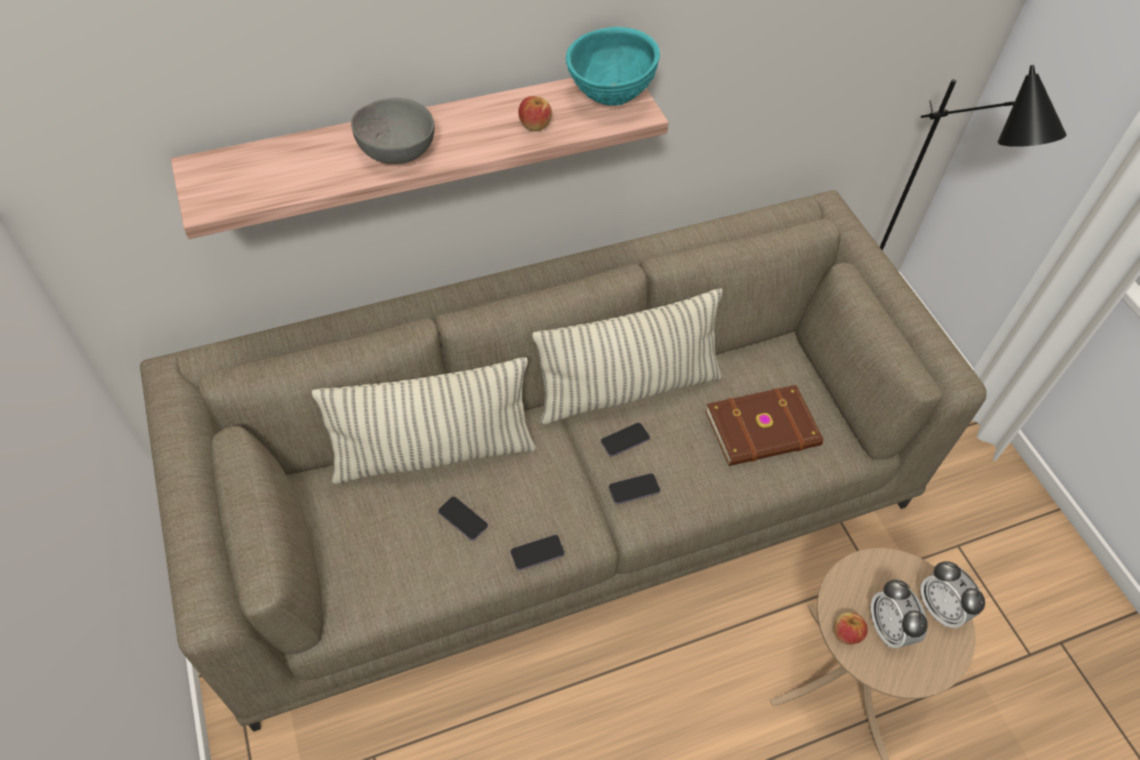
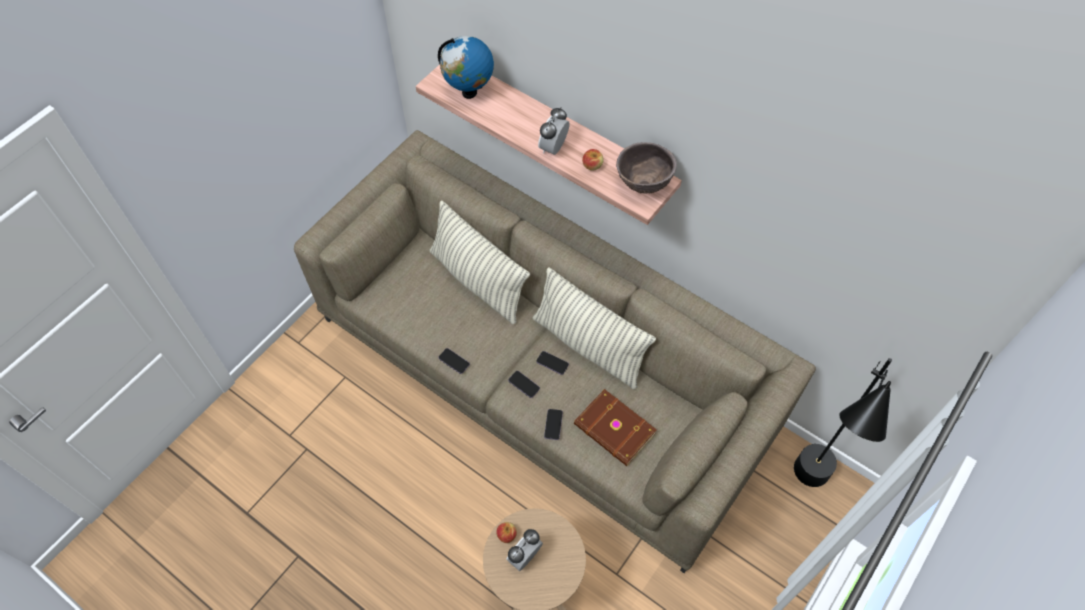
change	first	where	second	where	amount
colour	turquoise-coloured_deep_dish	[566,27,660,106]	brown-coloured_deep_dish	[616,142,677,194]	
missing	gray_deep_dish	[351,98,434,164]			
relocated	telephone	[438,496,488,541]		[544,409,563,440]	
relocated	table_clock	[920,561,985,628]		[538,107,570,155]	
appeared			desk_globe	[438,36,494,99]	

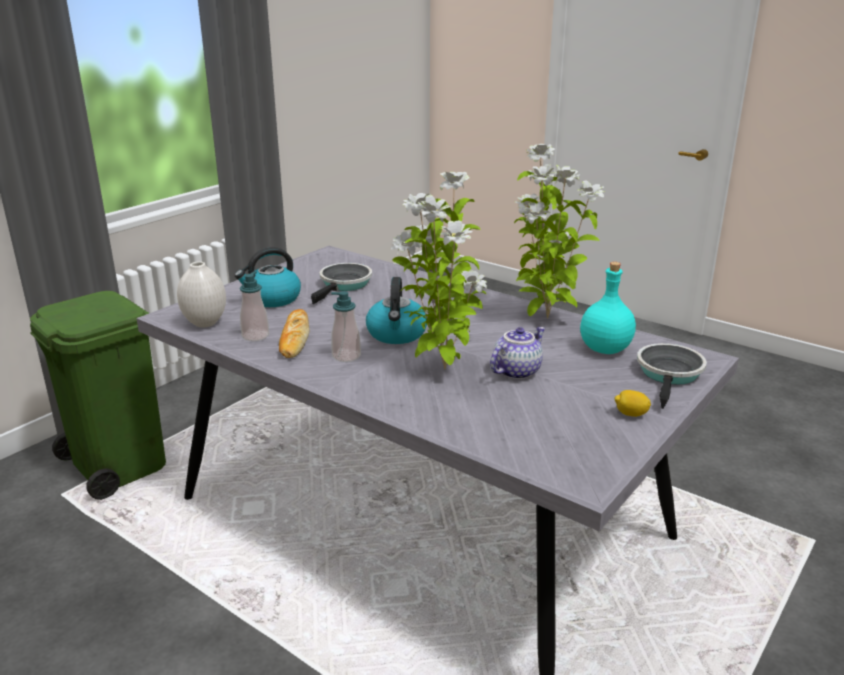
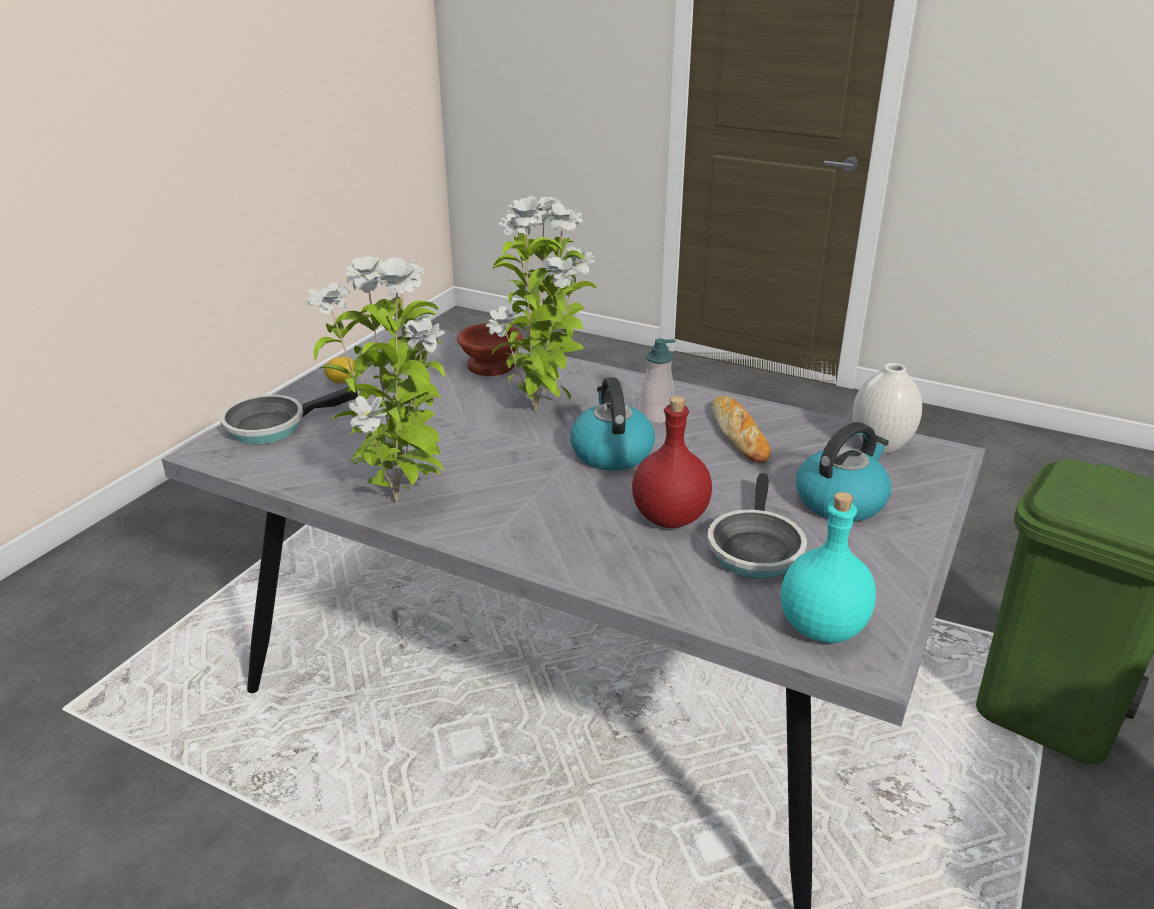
change	first	where	second	where	amount
relocated	turquoise-coloured_drink_bottle	[580,262,636,354]		[781,492,876,643]	
missing	soap_dispenser	[240,271,269,341]			
missing	pot_for_tea	[490,327,545,379]			
spun	pan	[637,343,707,409]		[220,387,358,444]	45 degrees clockwise
appeared			brown-coloured_deep_dish	[457,323,522,376]	
appeared			reddish_drink_bottle	[632,396,712,528]	

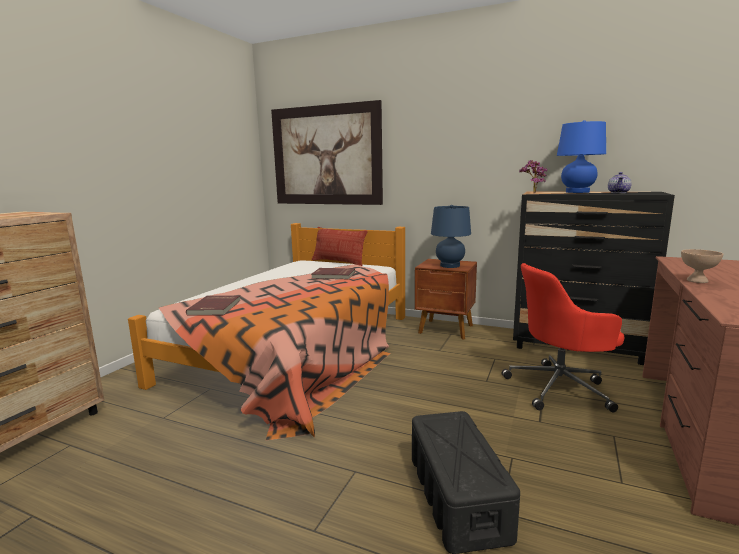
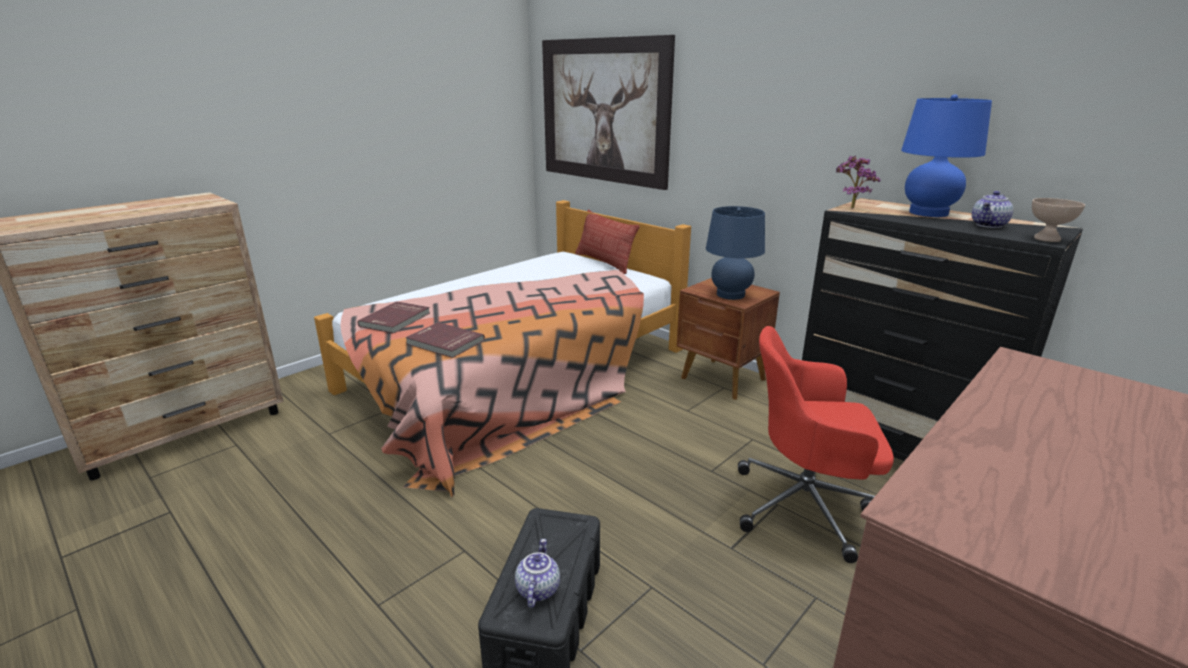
change	first	where	second	where	amount
relocated	sand-coloured_deep_dish	[681,249,723,283]		[1032,198,1085,242]	
relocated	reddish_volume	[311,268,355,279]		[405,322,485,358]	
appeared			pot_for_tea	[515,539,560,608]	

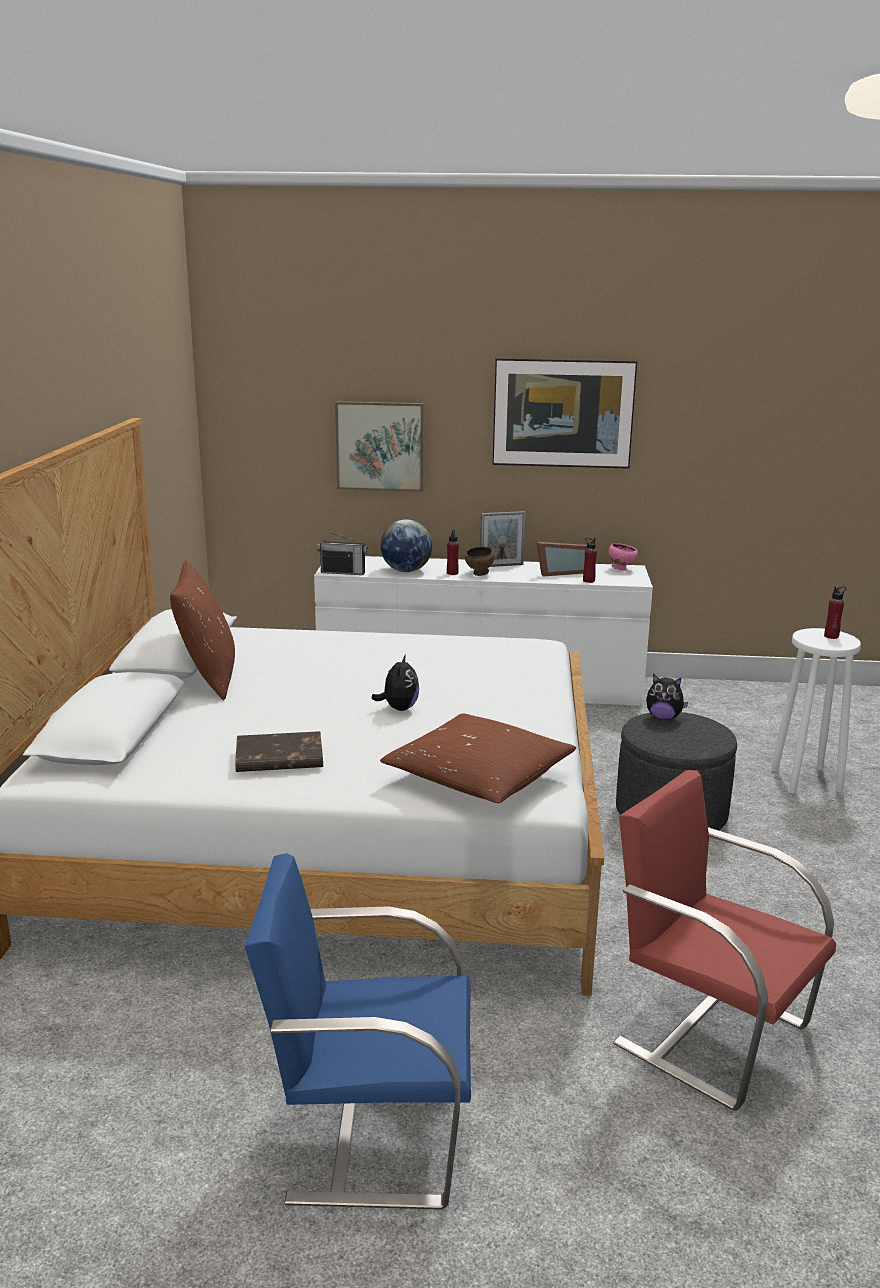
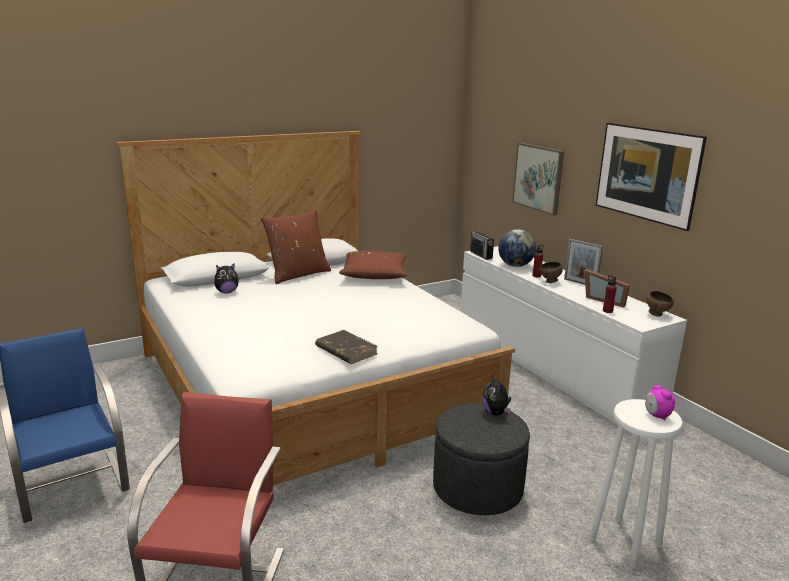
change	first	where	second	where	amount
colour	pink_deep_dish	[608,543,638,571]	brown-coloured_deep_dish	[646,291,674,317]	
exchanged	reddish_drink_bottle	[824,586,847,639]	table_clock	[645,385,675,421]	
relocated	cuddly_toy	[371,654,419,711]		[214,264,239,293]	
relocated	brown-coloured_cushion	[380,714,576,803]		[339,251,407,279]	
relocated	brown-coloured_volume	[235,731,323,772]		[315,330,378,364]	

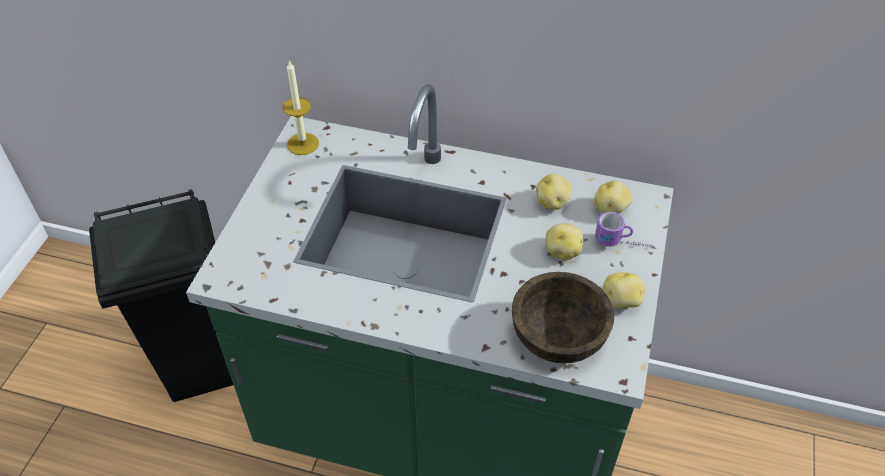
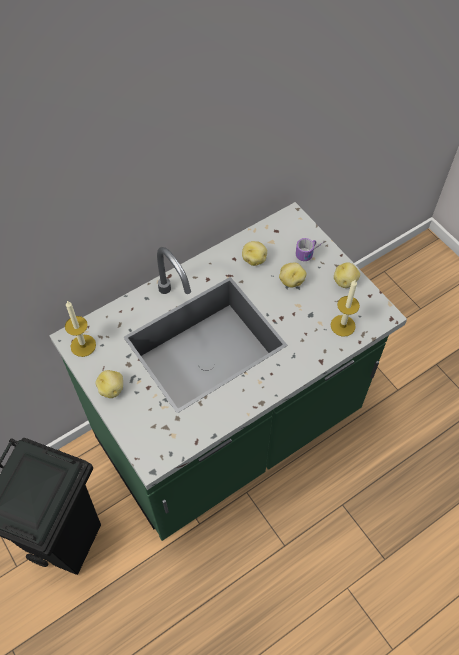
change	first	where	second	where	amount
relocated	whole_potato	[594,181,633,214]		[96,370,123,398]	
exchanged	brown-coloured_deep_dish	[512,272,614,363]	candle	[331,280,360,337]	

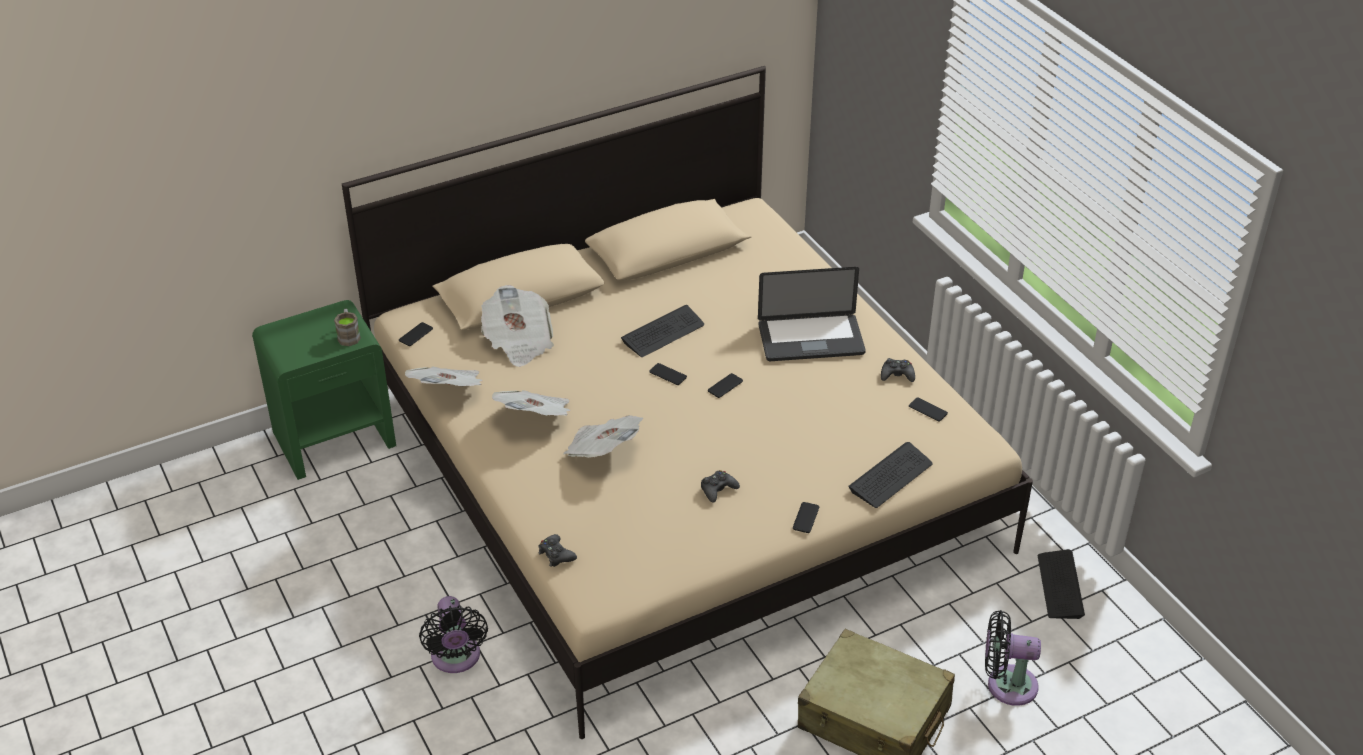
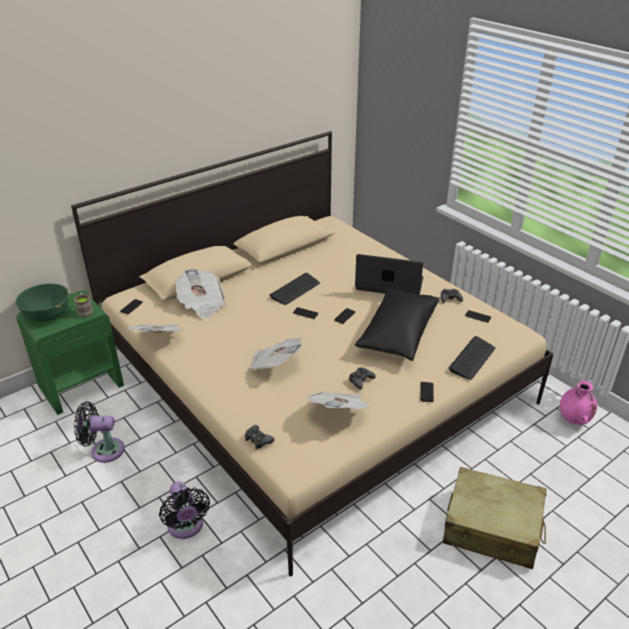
change	first	where	second	where	amount
spun	laptop	[758,267,866,361]		[355,254,423,295]	150 degrees counterclockwise
relocated	printed_paper	[492,390,571,416]		[308,391,369,410]	
exchanged	computer_keyboard	[1038,549,1085,619]	pink_decorative_vase	[560,380,597,425]	
relocated	black_fan	[985,610,1041,706]		[74,401,125,463]	
appeared			green-coloured_deep_dish	[15,283,69,322]	
appeared			black_cushion	[355,287,439,361]	

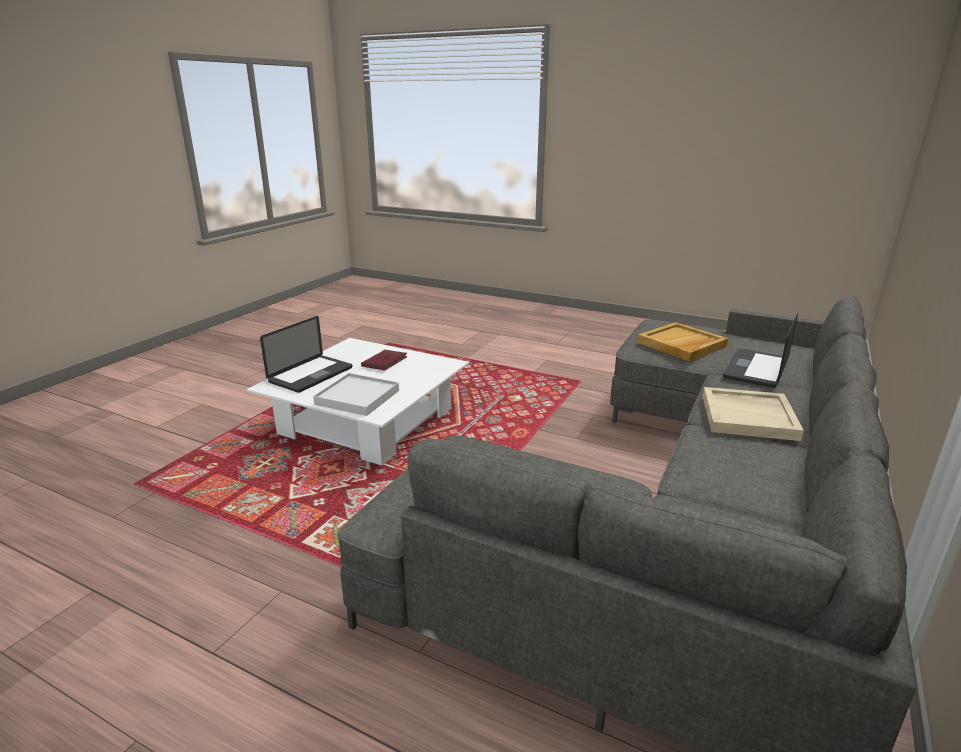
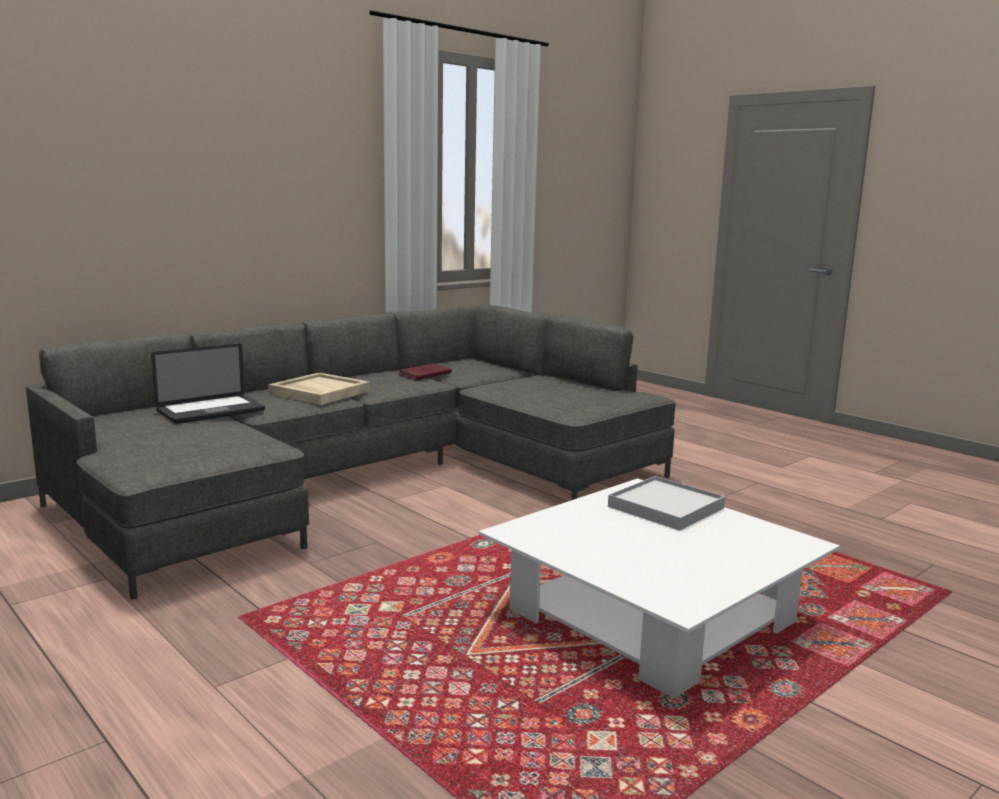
change	first	where	second	where	amount
missing	laptop	[260,316,352,393]			
missing	sand-coloured_carrying_tray	[637,322,728,361]			
relocated	reddish_volume	[361,350,408,370]		[398,363,452,380]	

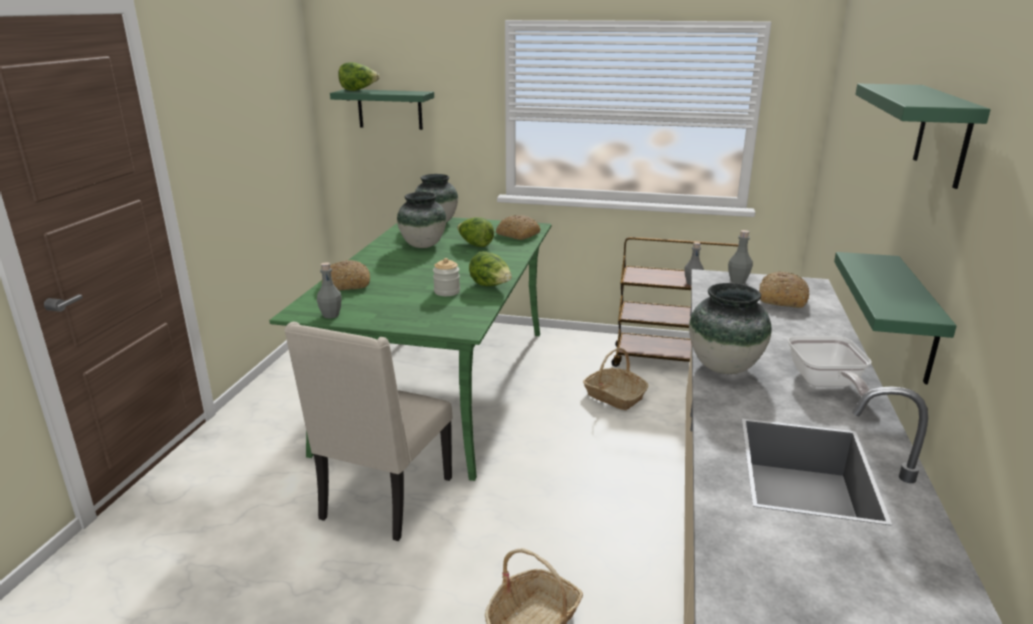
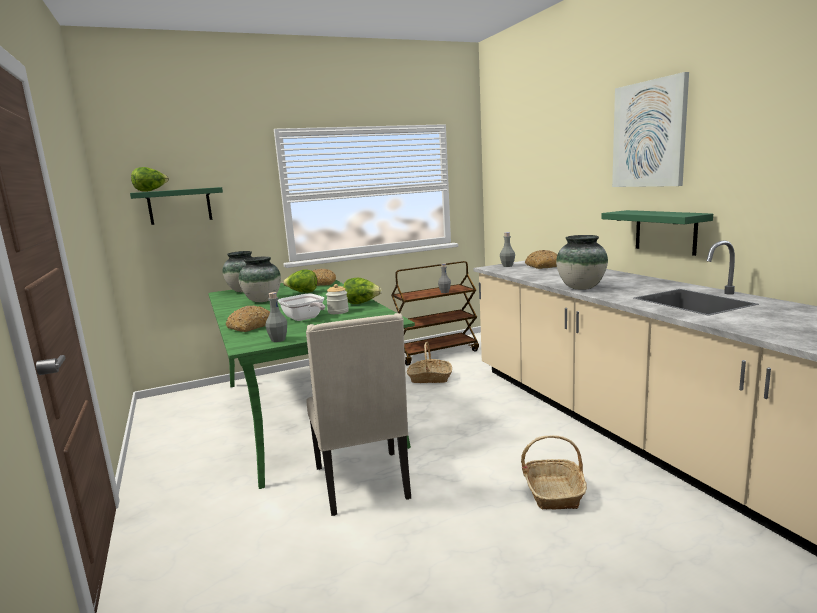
change	first	where	second	where	amount
exchanged	green-coloured_wall_shelf	[855,84,990,189]	wall_picture	[612,72,689,187]	
relocated	pan	[788,336,872,396]		[278,294,325,321]	

